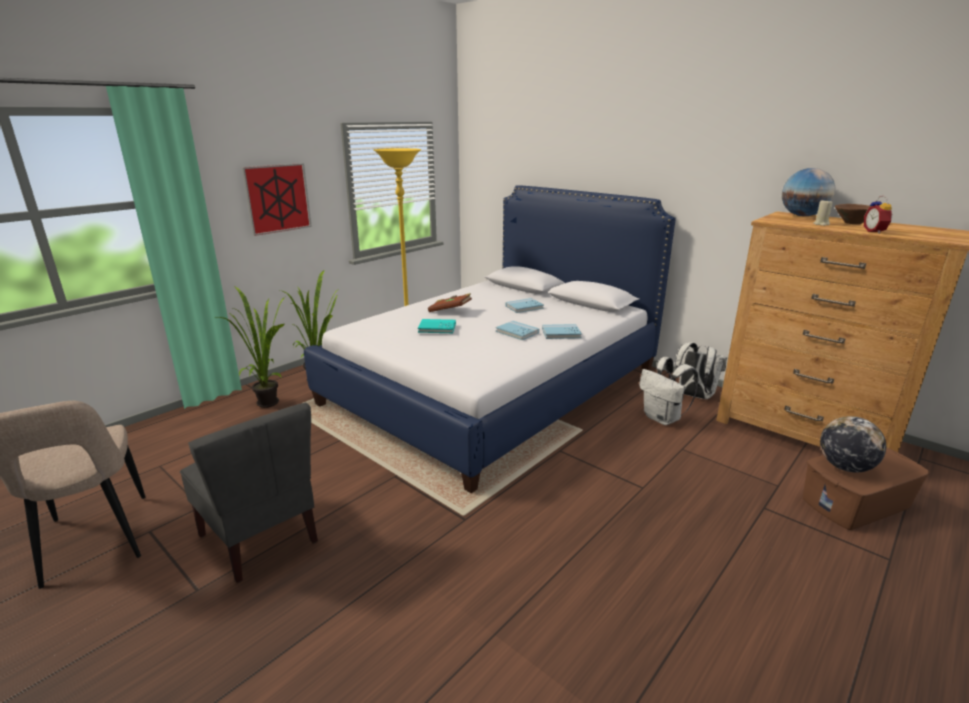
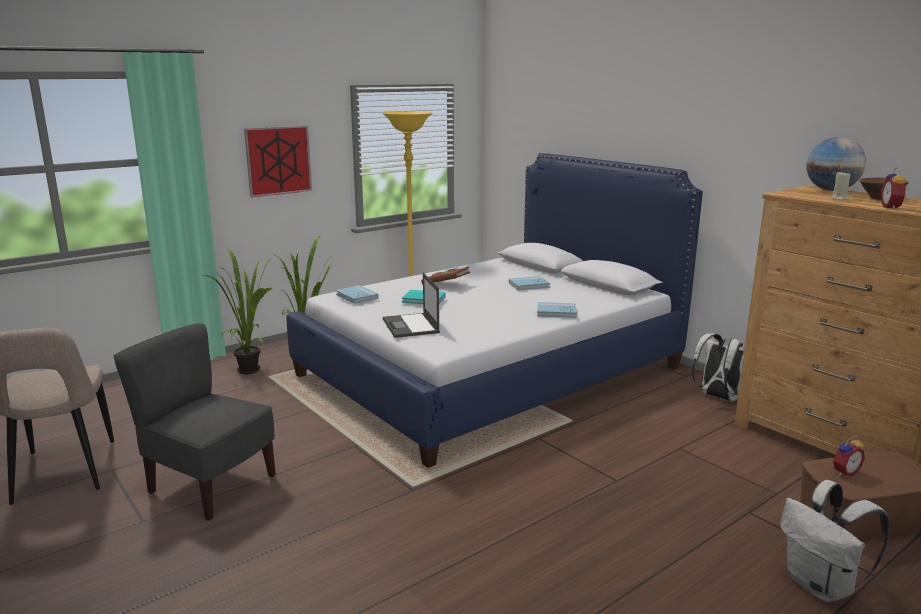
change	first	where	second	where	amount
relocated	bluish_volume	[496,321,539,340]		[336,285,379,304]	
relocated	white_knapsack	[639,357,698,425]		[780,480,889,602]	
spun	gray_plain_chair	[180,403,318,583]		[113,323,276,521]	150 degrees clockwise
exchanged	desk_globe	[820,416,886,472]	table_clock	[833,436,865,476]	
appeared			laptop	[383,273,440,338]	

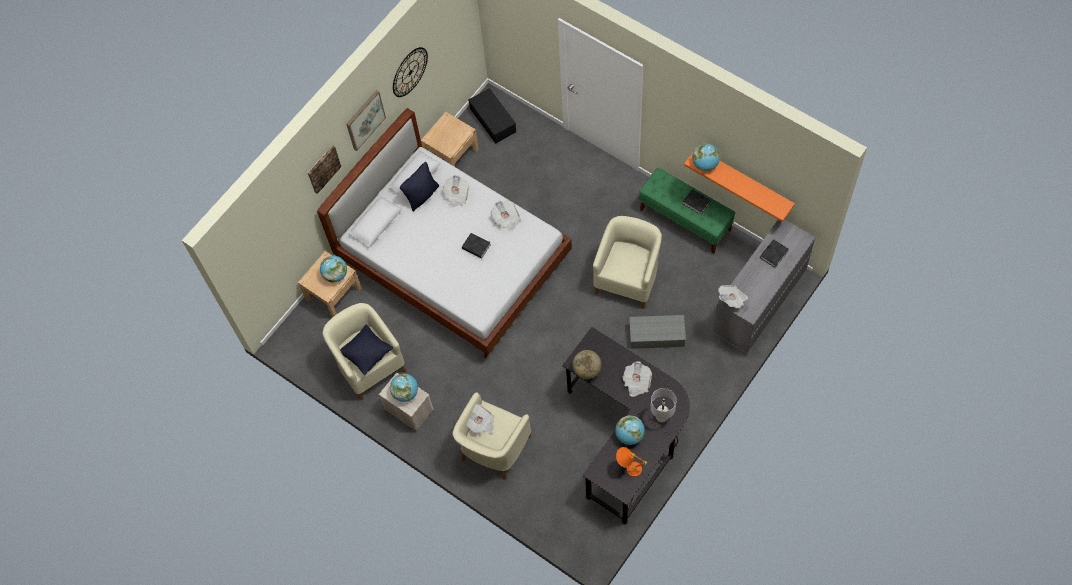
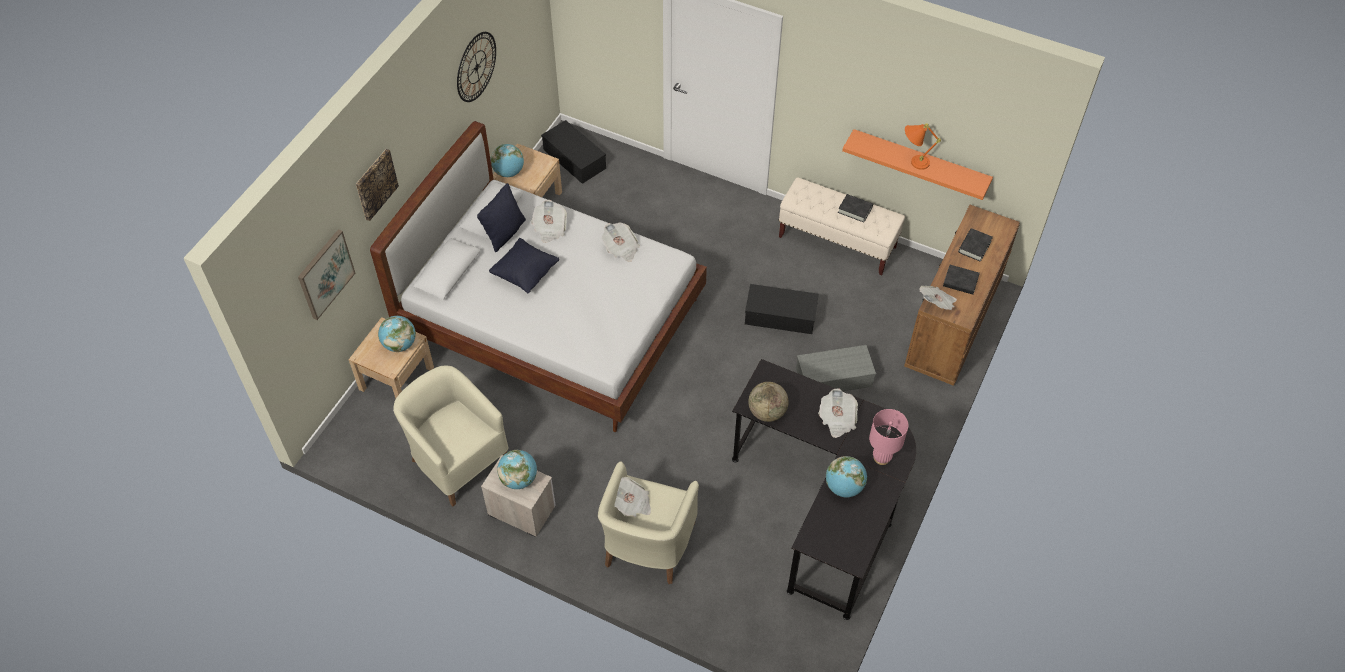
change	first	where	second	where	amount
relocated	wall_picture	[346,90,386,151]		[298,229,356,320]	
relocated	desk_globe	[692,143,720,171]		[490,144,524,178]	
colour	green-coloured_long_seat	[639,168,735,254]	sand-coloured_long_seat	[779,177,905,276]	
exchanged	sand-coloured_lounge_chair	[593,216,662,309]	black_storage_container	[745,284,819,334]	
colour	gray_drawer_chest	[712,219,815,354]	brown-coloured_drawer_chest	[904,205,1020,386]	
relocated	black_volume	[462,233,491,258]		[943,265,980,295]	
relocated	black_cushion	[340,325,393,375]		[489,238,559,293]	
colour	white_table_lamp	[650,388,677,423]	pink_table_lamp	[869,409,908,465]	
relocated	orangey_table_lamp	[616,447,647,477]		[905,123,941,170]	

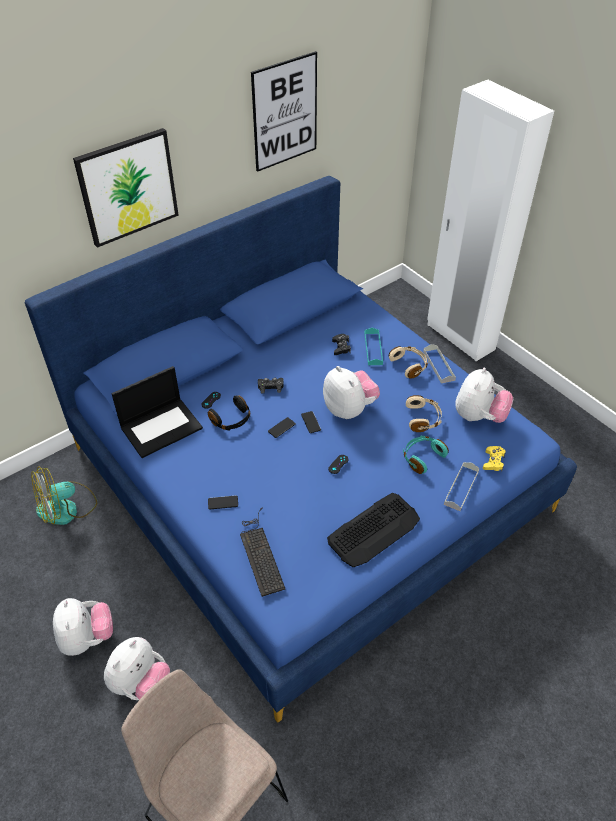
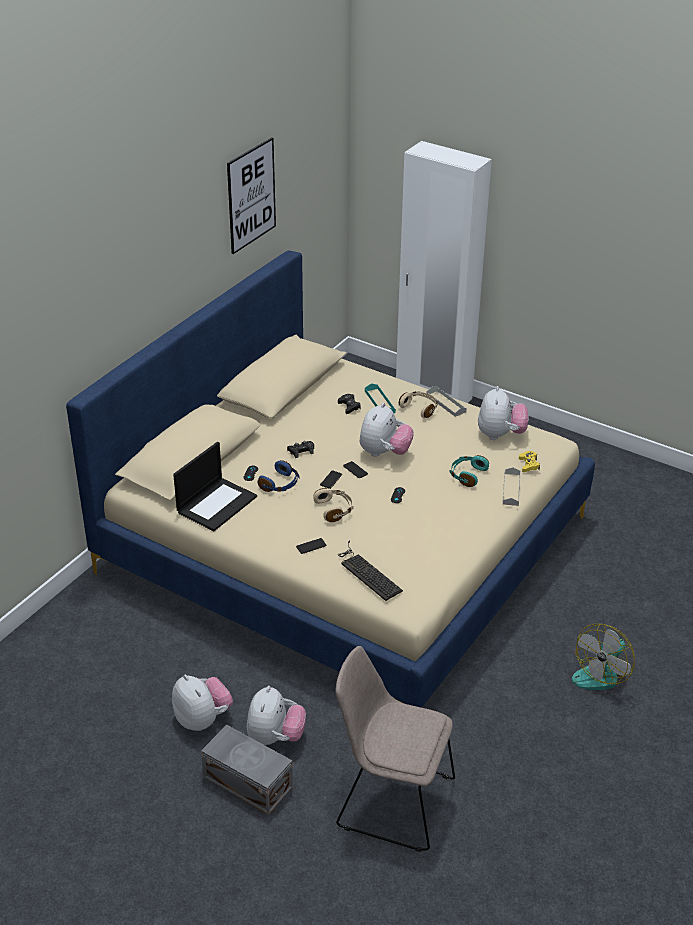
change	first	where	second	where	amount
missing	wall_picture	[73,128,179,248]			
colour	bluish_bed	[25,176,577,722]	sand-coloured_bed	[66,251,595,708]	
spun	cuddly_toy	[323,366,380,419]		[360,403,414,457]	75 degrees clockwise
colour	black_headphones	[208,395,250,430]	bluish_headphones	[258,460,300,492]	
relocated	sand-coloured_headphones	[406,395,442,432]		[313,488,354,522]	
relocated	fan	[31,466,97,525]		[572,624,635,690]	
missing	computer_keyboard	[327,493,420,567]			
appeared			gray_storage_container	[201,725,293,815]	

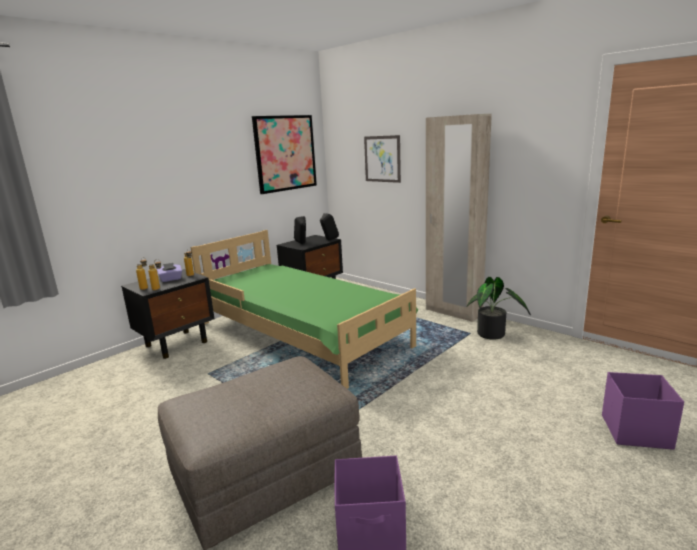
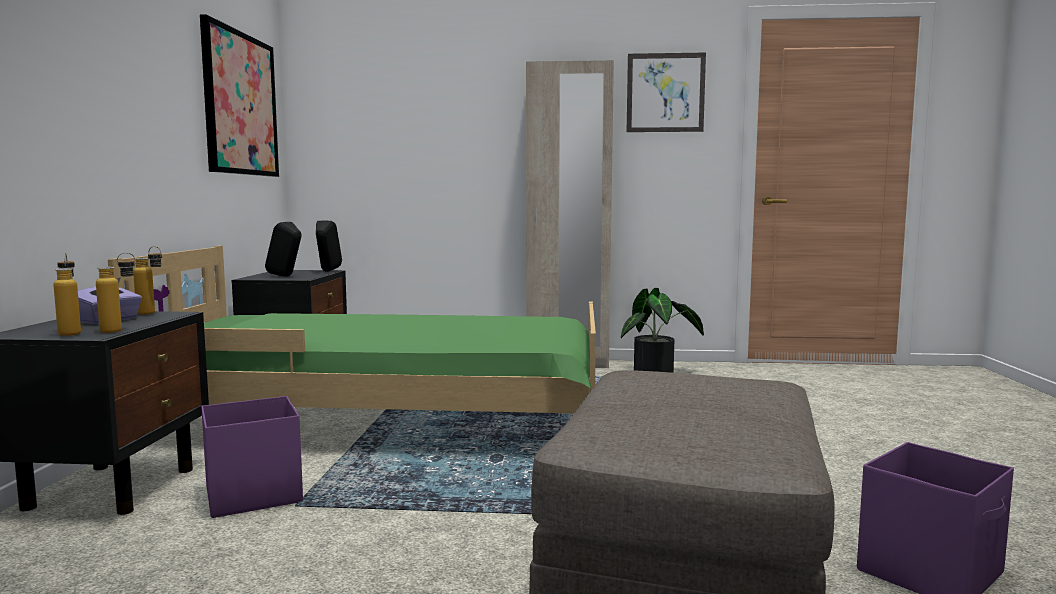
change	first	where	second	where	amount
relocated	wall_picture	[364,135,401,183]		[627,53,706,132]	
relocated	purplish_storage_container	[602,372,684,450]		[201,396,303,518]	

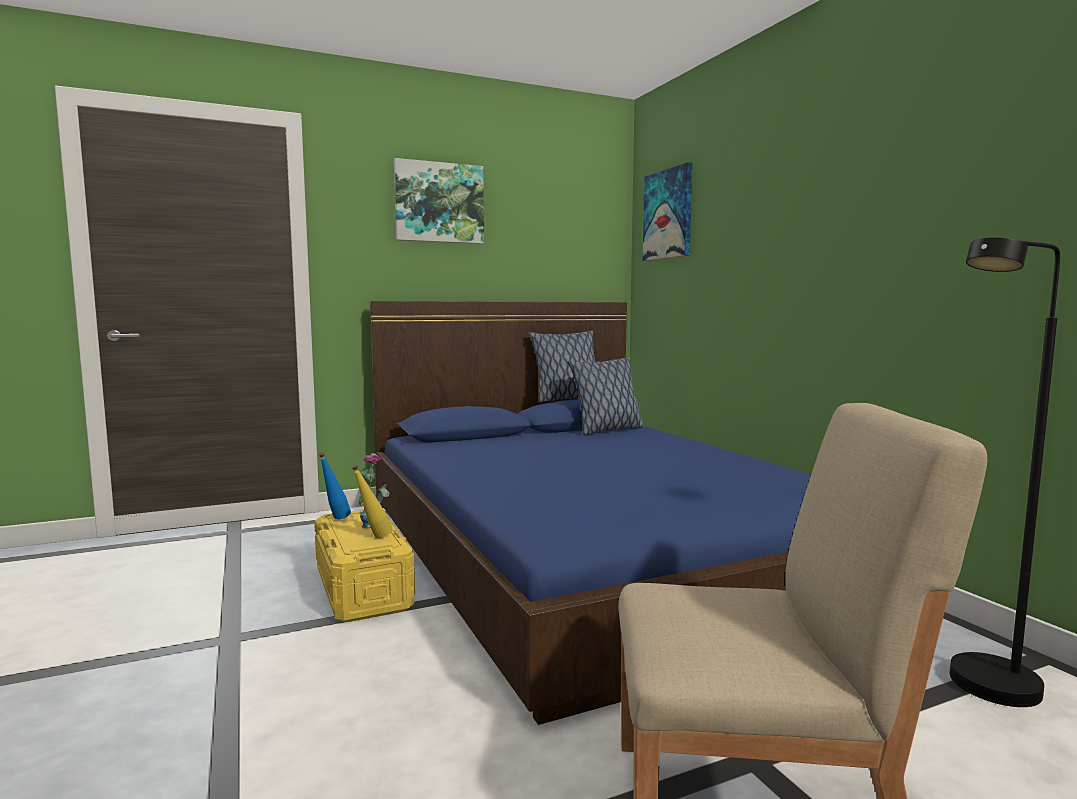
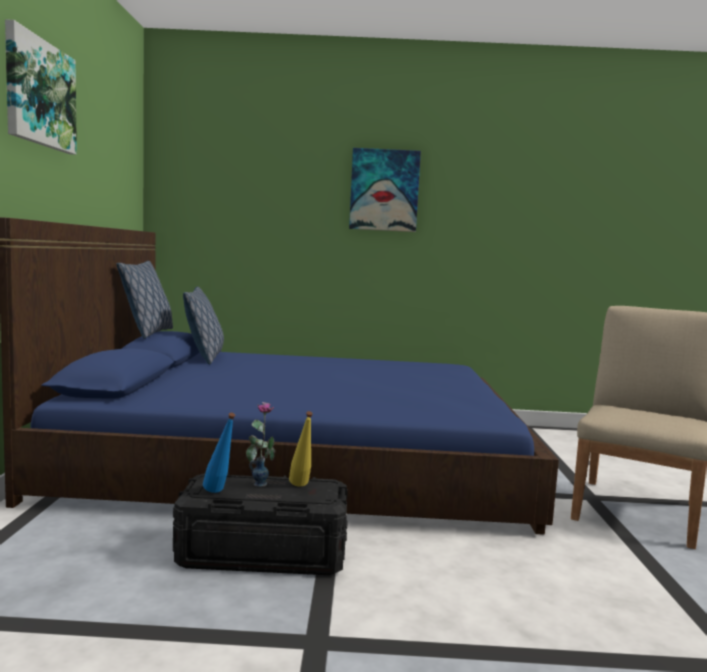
change	first	where	second	where	amount
relocated	wall_picture	[643,162,693,261]		[349,148,421,232]	
missing	black_standing_lamp	[950,238,1060,707]			
colour	yellowish_storage_container	[314,509,415,622]	black_storage_container	[173,473,348,575]	

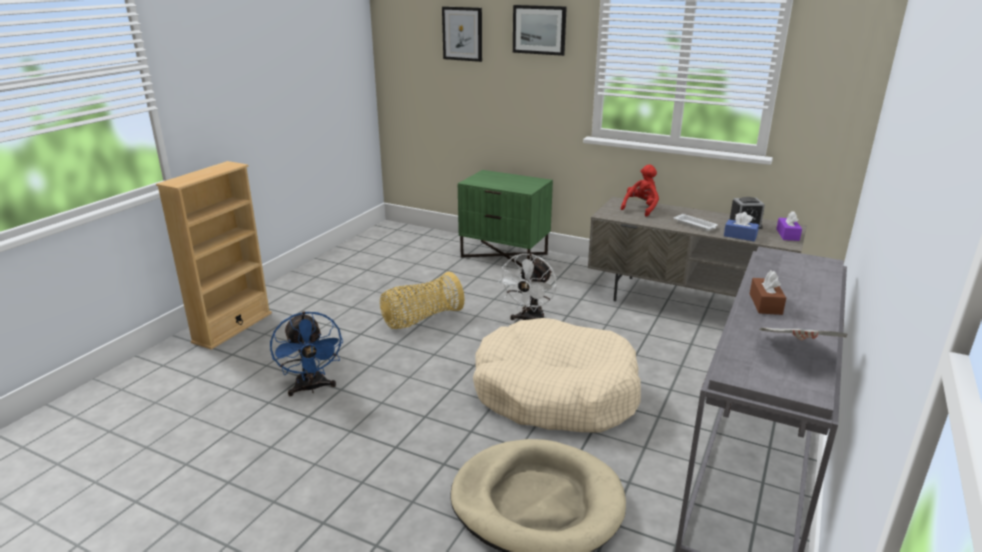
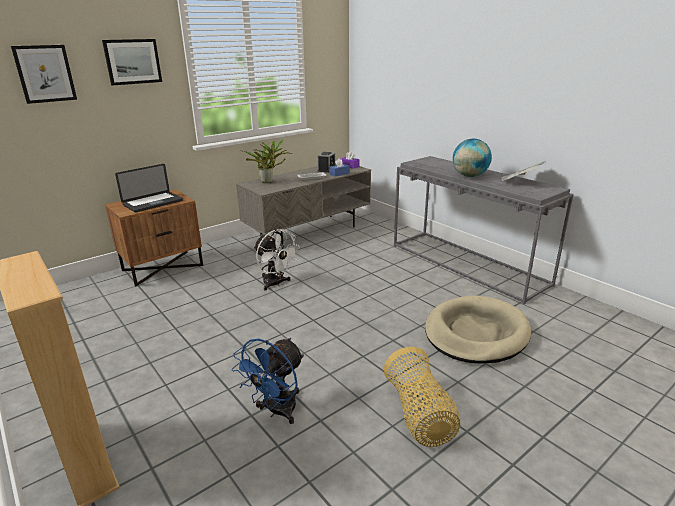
change	first	where	second	where	amount
exchanged	reddish_cuddly_toy	[621,164,659,217]	plant_in_a_pot	[243,139,292,183]	
colour	green-coloured_nightstand	[458,170,553,268]	brown-coloured_nightstand	[105,190,203,286]	
exchanged	brown-coloured_box_of_tissues	[750,270,786,315]	desk_globe	[453,139,492,177]	
relocated	household_basket	[380,271,465,329]		[384,347,460,447]	
spun	bluish_fan	[270,311,343,396]		[232,338,304,424]	120 degrees clockwise
missing	sand-coloured_dog_bed	[473,318,641,433]			
appeared			laptop	[115,164,183,212]	

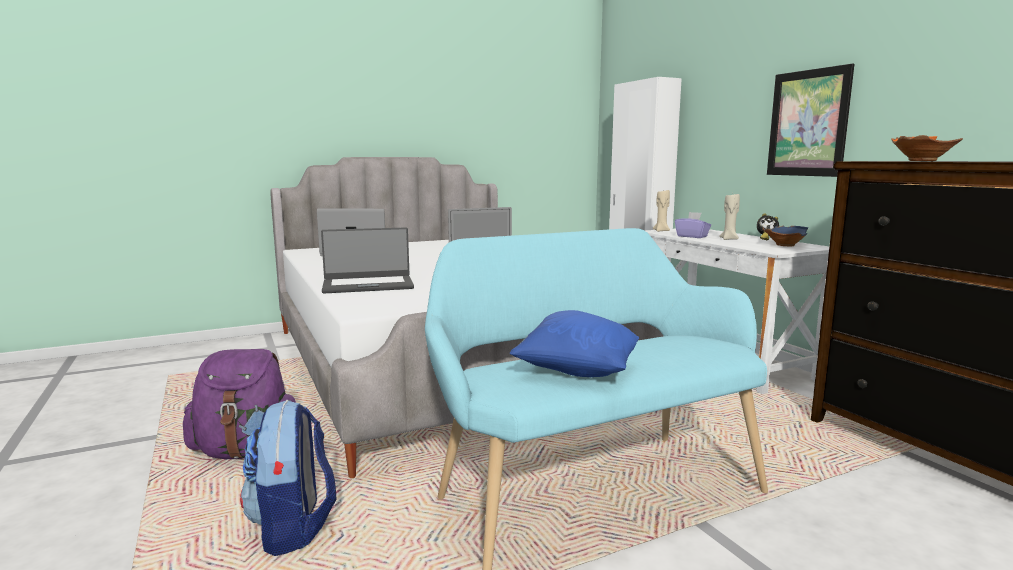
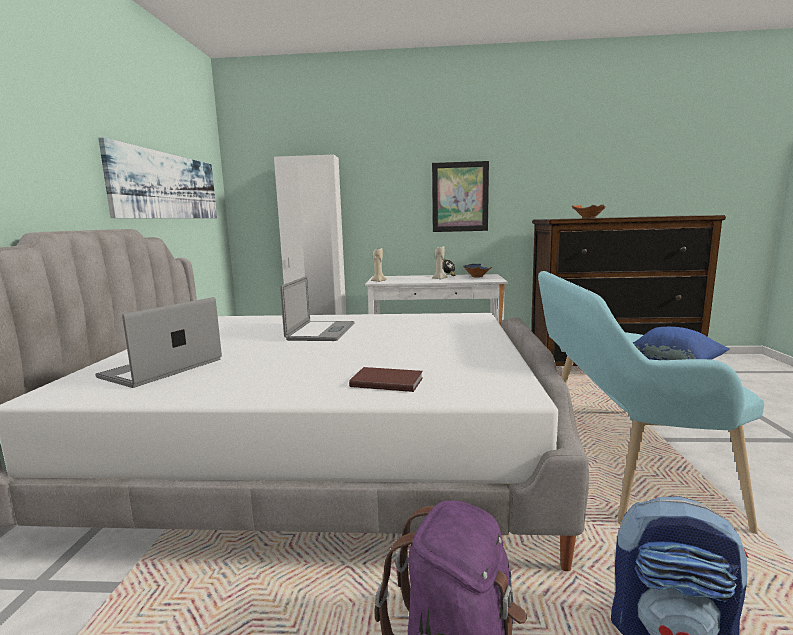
change	first	where	second	where	amount
missing	purplish_box_of_tissues	[675,212,711,238]			
exchanged	laptop	[321,227,414,293]	brown-coloured_volume	[349,367,423,392]	
appeared			wall_picture	[98,137,217,218]	

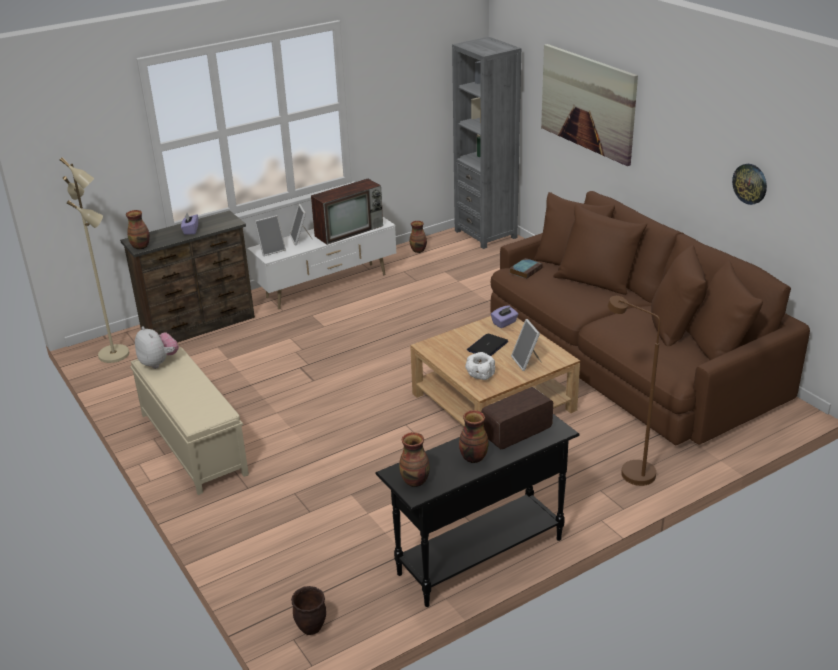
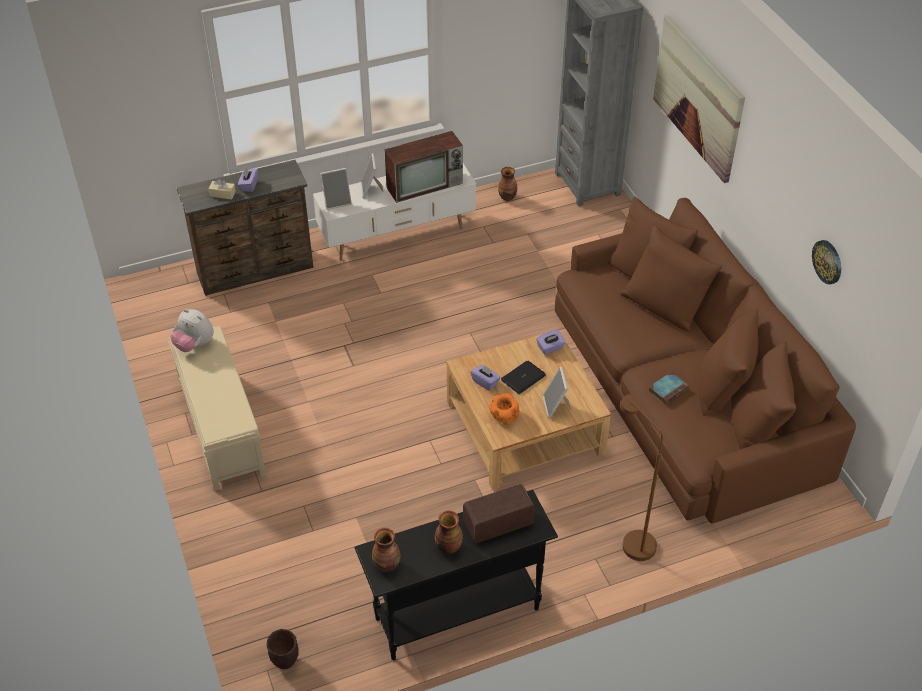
change	first	where	second	where	amount
missing	sand-coloured_standing_lamp	[60,157,129,363]			
missing	decorative_vase	[126,210,150,249]			
relocated	volume	[510,258,543,279]		[648,372,689,405]	
spun	cuddly_toy	[135,326,179,369]		[170,309,214,352]	150 degrees clockwise
colour	white_deep_dish	[465,352,495,380]	orangey_deep_dish	[489,393,520,425]	
appeared			sand-coloured_box_of_tissues	[208,179,236,199]	
appeared			purplish_box_of_tissues	[471,365,501,391]	

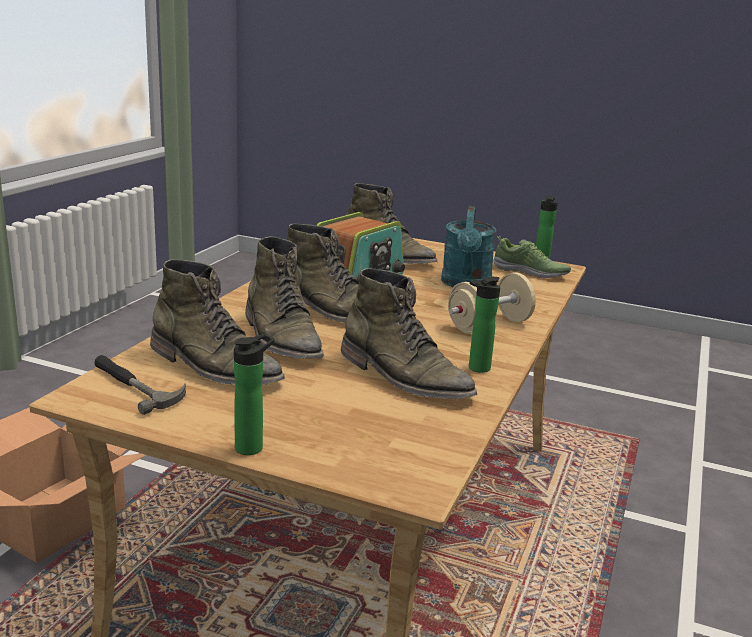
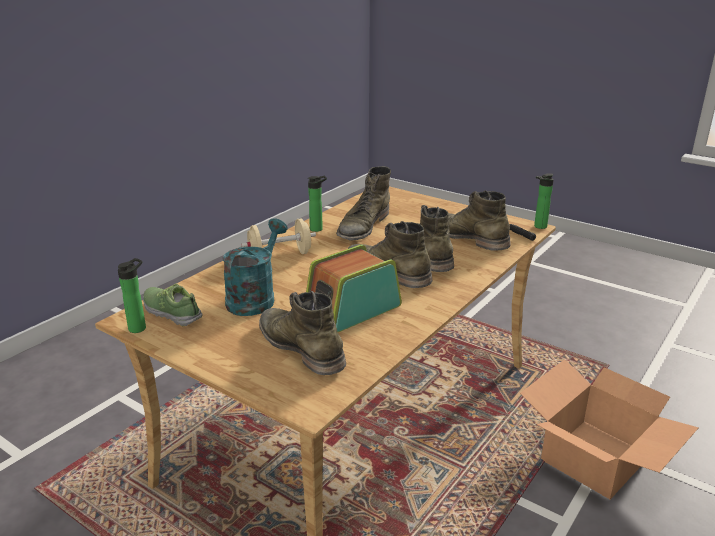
change	first	where	second	where	amount
spun	green-coloured_high-top_boot	[341,268,477,399]		[336,166,391,241]	120 degrees counterclockwise
relocated	drink_bottle	[234,334,275,455]		[534,173,554,229]	

